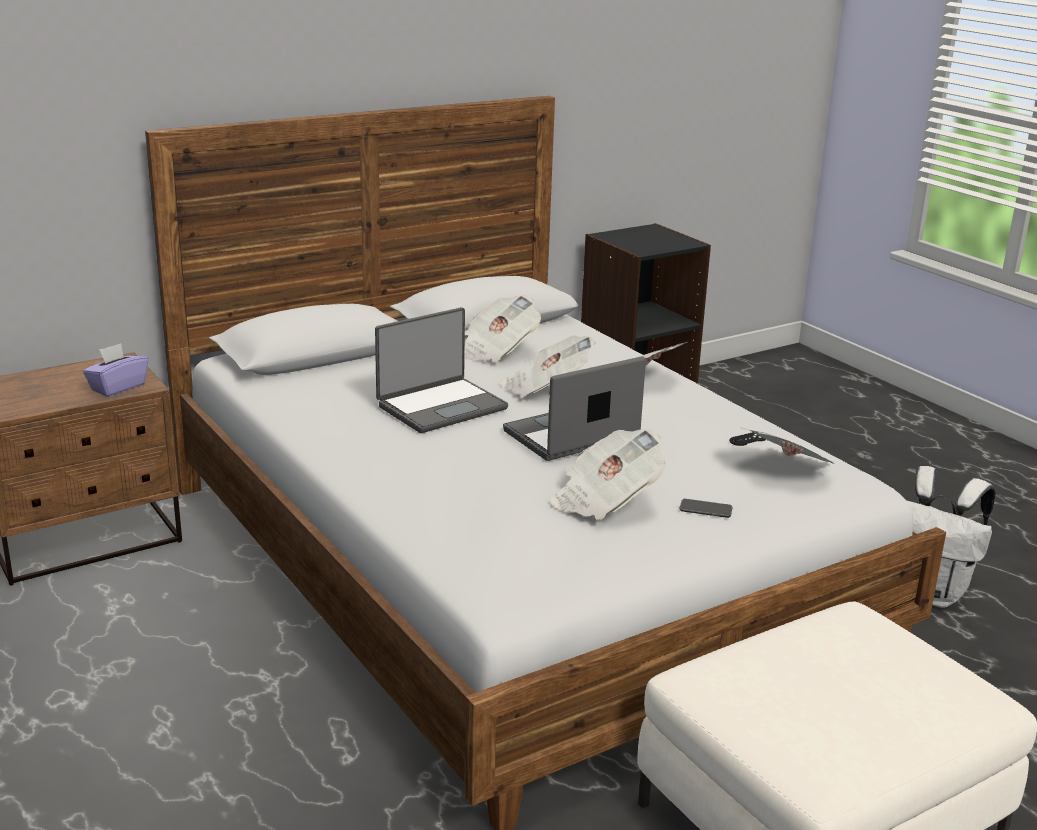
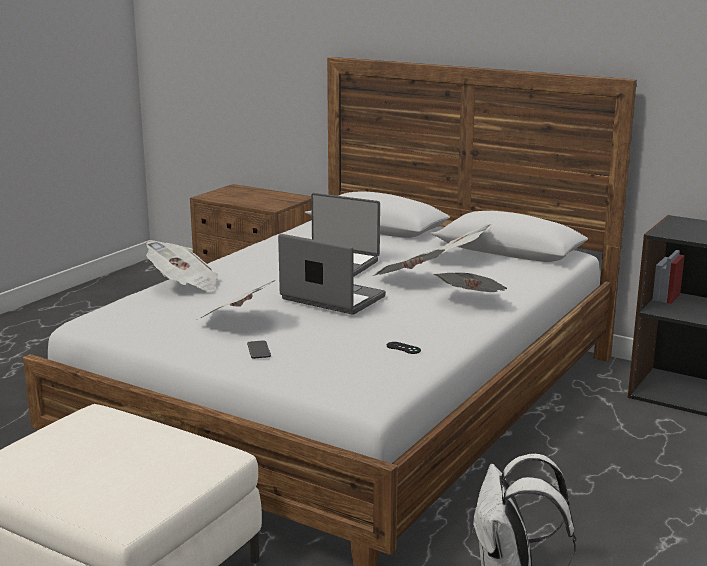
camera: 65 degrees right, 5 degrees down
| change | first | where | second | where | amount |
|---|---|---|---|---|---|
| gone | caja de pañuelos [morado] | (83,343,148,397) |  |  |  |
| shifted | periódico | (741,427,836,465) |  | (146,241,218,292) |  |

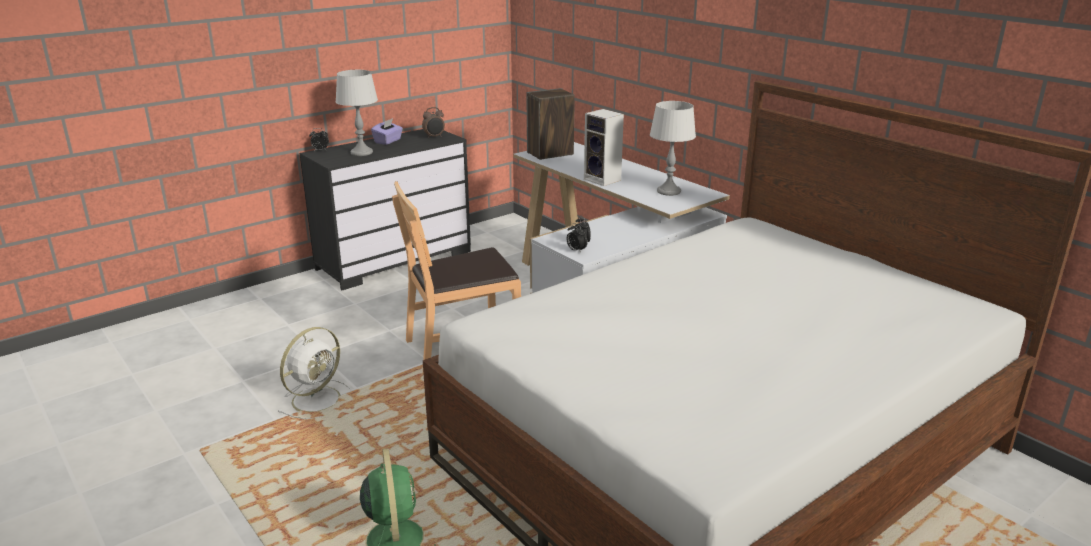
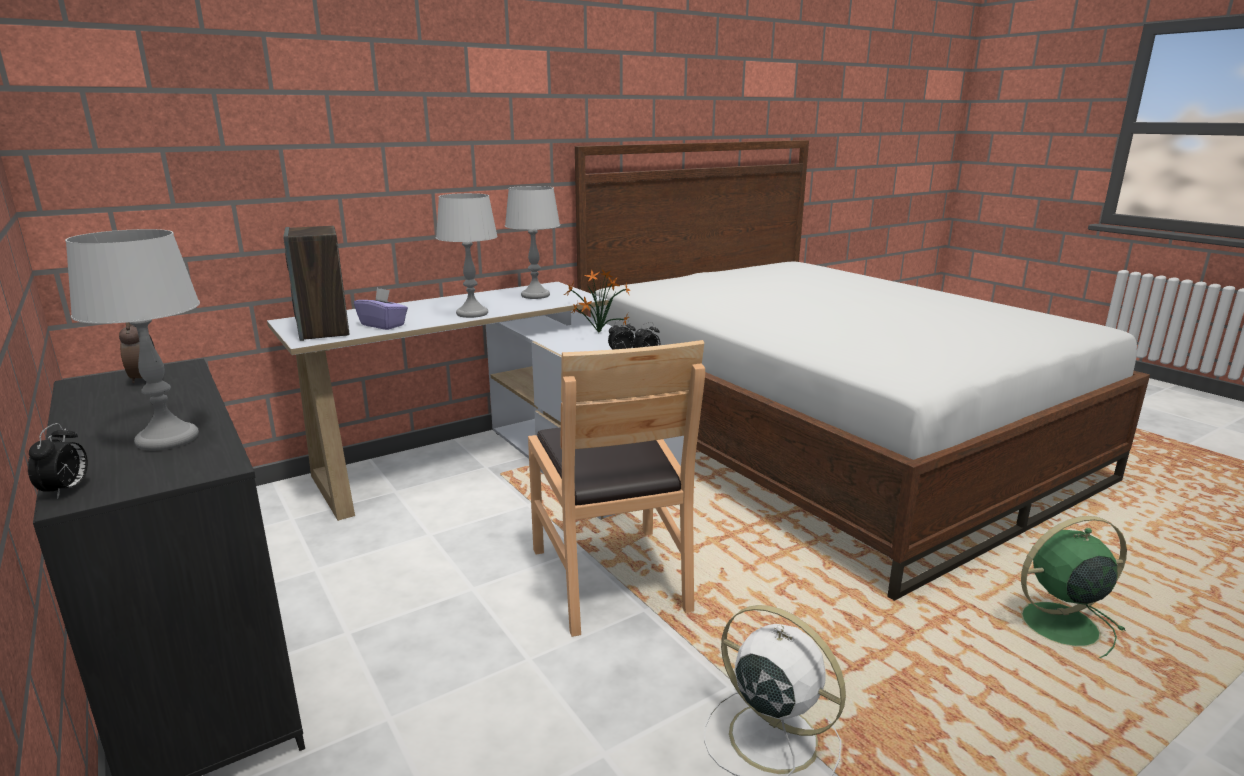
camera: 85 degrees left, 5 degrees down
| change | first | where | second | where | amount |
|---|---|---|---|---|---|
| new |  |  | planta en maceta | (564,269,631,333) |  |
| shifted | caja de pañuelos [morado] | (371,118,403,145) |  | (354,288,408,330) |  |
| swapped | altavoz | (584,109,624,186) | lámpara de mesa [gris] | (436,193,498,318) |  |

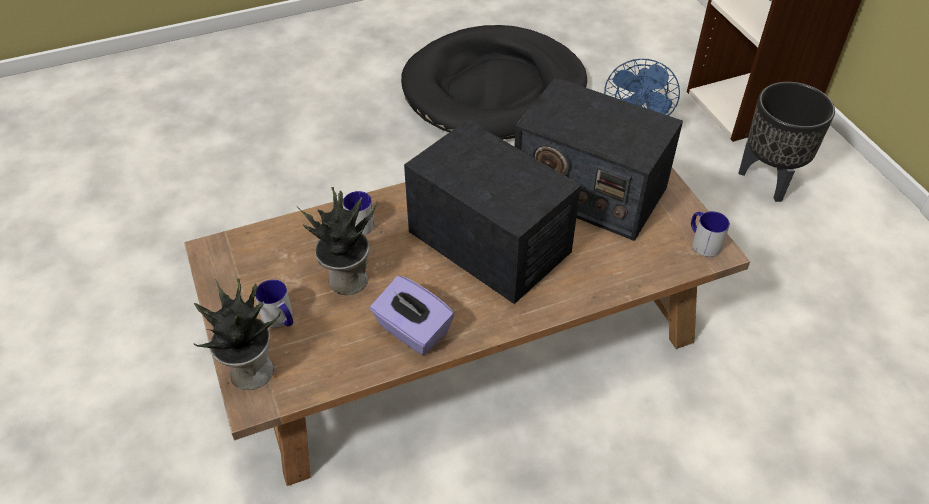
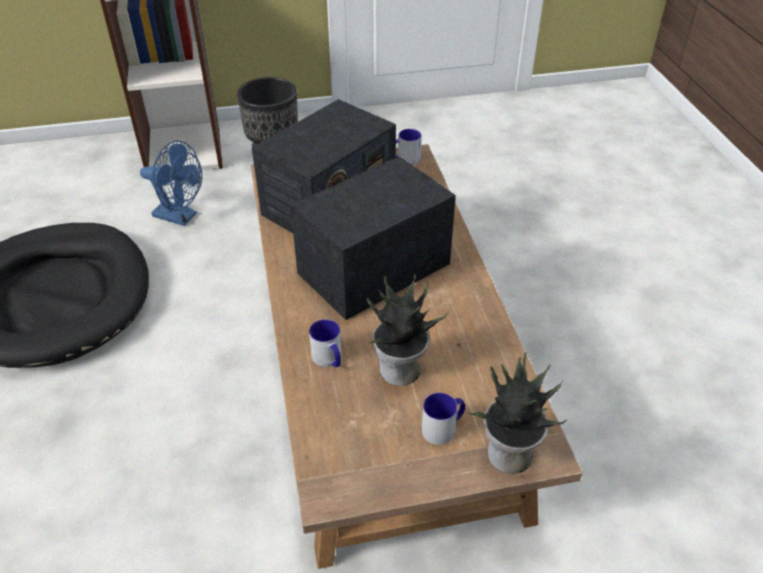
camera: 80 degrees left, 5 degrees down
| change | first | where | second | where | amount |
|---|---|---|---|---|---|
| gone | caja de pañuelos [morado] | (370,276,454,355) |  |  |  |

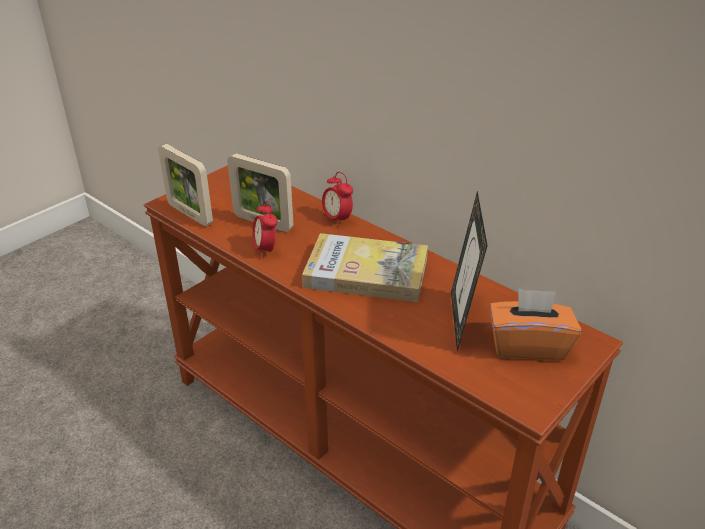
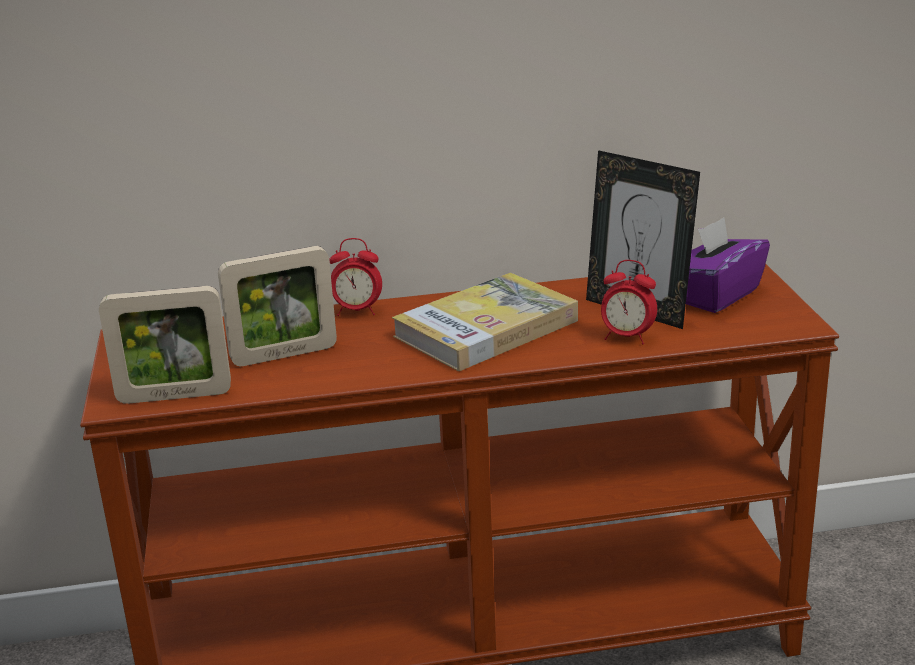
camera: 50 degrees left, 10 degrees down
| change | first | where | second | where | amount |
|---|---|---|---|---|---|
| shifted | despertador | (253,201,278,258) |  | (601,260,657,344) |  |
| repainted | caja de pañuelos [naranja] | (489,288,581,361) | caja de pañuelos [morado] | (686,218,770,313) |  |

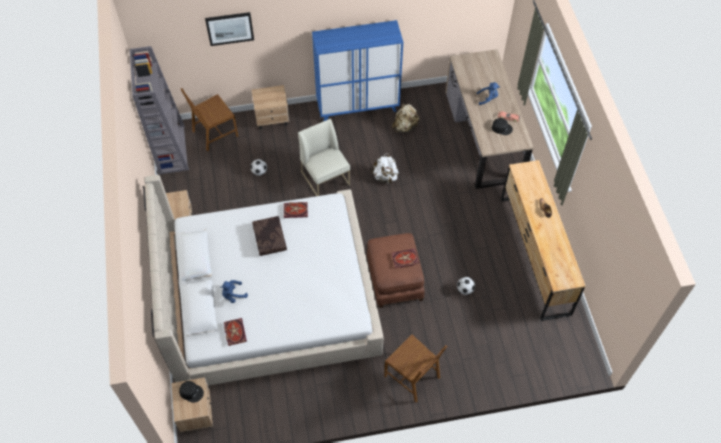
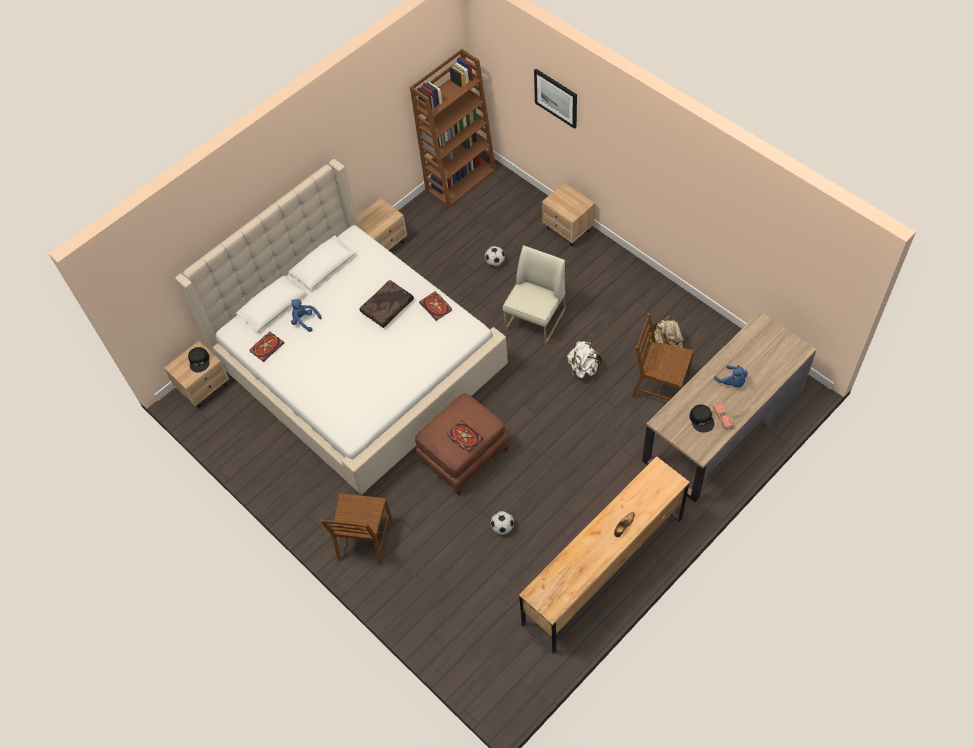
camera: 60 degrees right, 0 degrees up
| change | first | where | second | where | amount |
|---|---|---|---|---|---|
| gone | armario [azul] | (312,20,403,121) |  |  |  |
| shifted | silla [marrón] | (181,88,238,152) |  | (632,313,694,401) |  |
| repainted | estantería [gris] | (129,46,189,174) | estantería [marrón] | (410,49,496,208) |  |

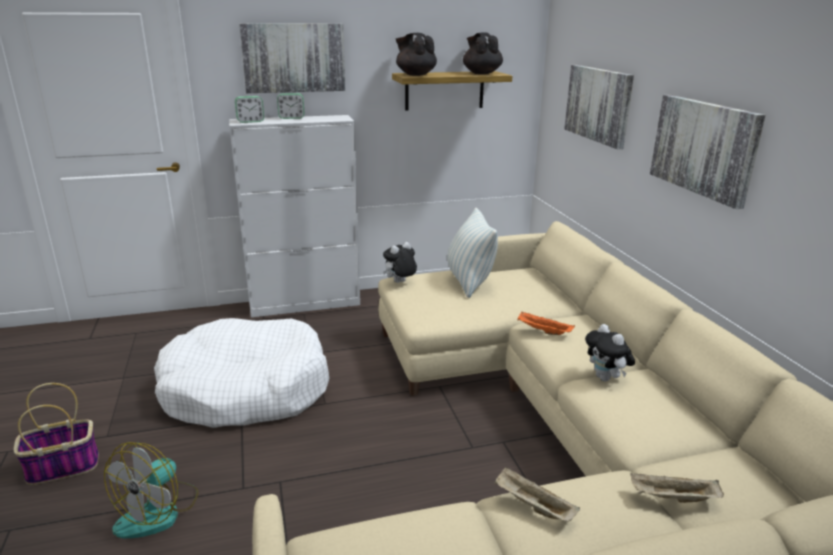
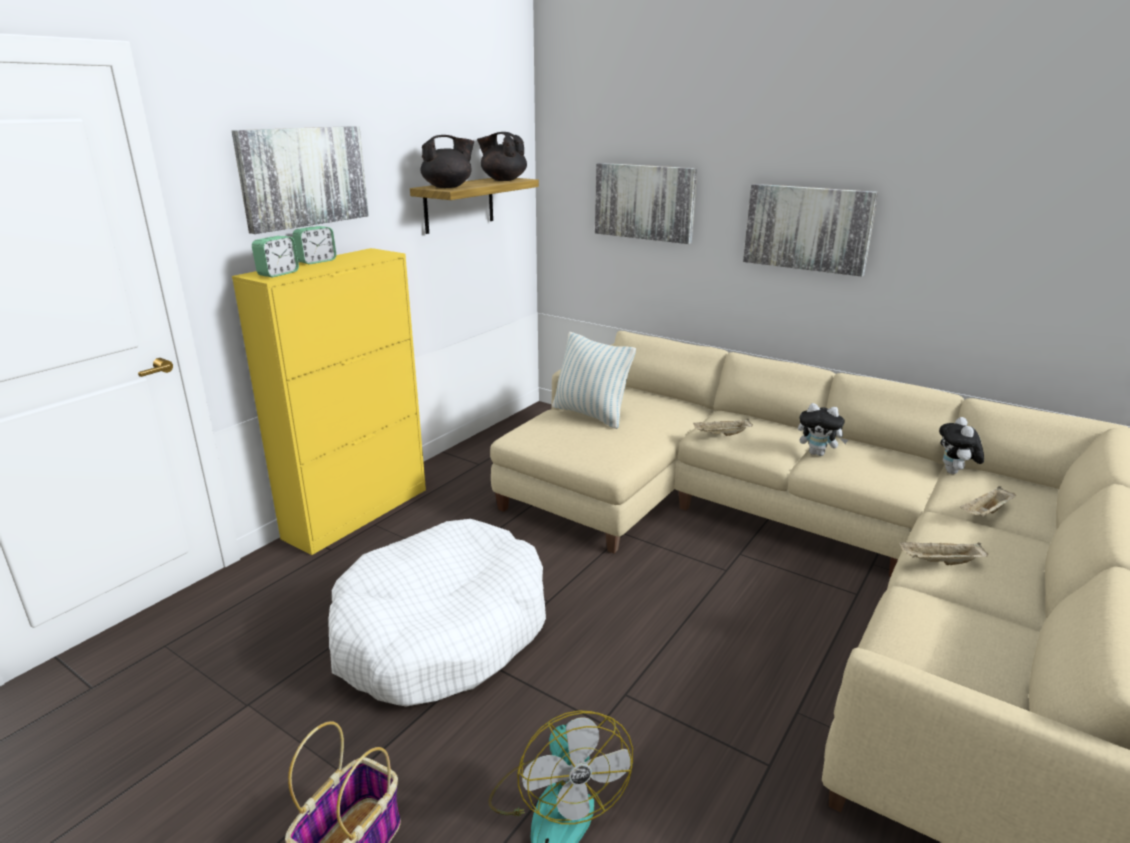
camera: 40 degrees left, 0 degrees up
| change | first | where | second | where | amount |
|---|---|---|---|---|---|
| shifted | peluche | (383,242,417,283) |  | (939,417,984,474) |  |
| repainted | armario [blanco] | (229,115,360,317) | armario [amarillo] | (232,248,426,555) |  |
| repainted | bandeja [naranja] | (517,312,575,335) | bandeja [beis] | (693,419,753,436) |  |
| rotated | tetera [negro] | (396,33,437,76) |  | (421,135,474,188) | 150 degrees clockwise |

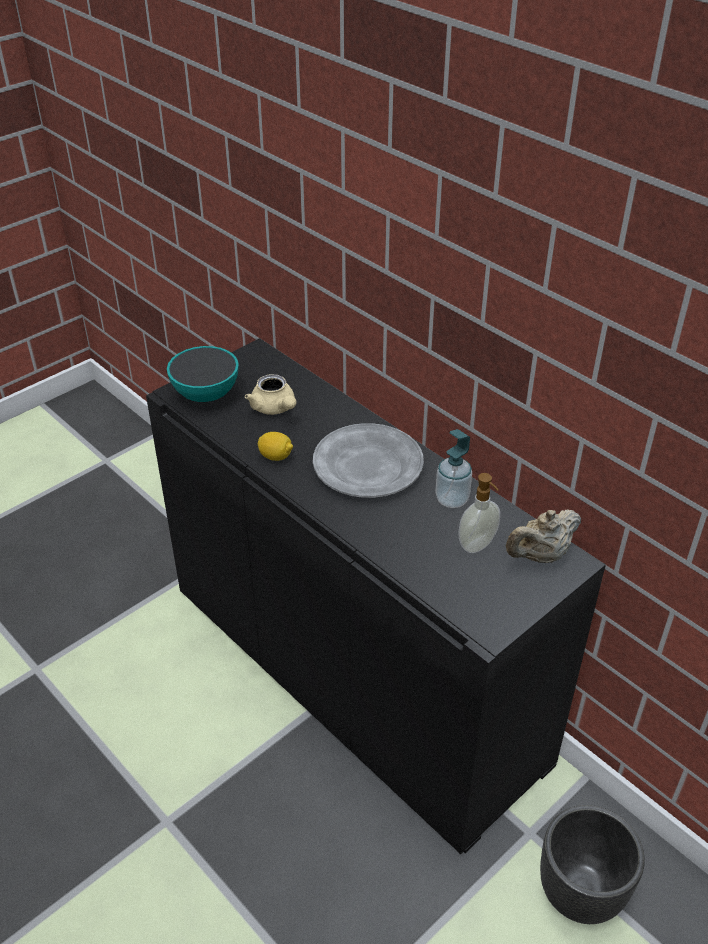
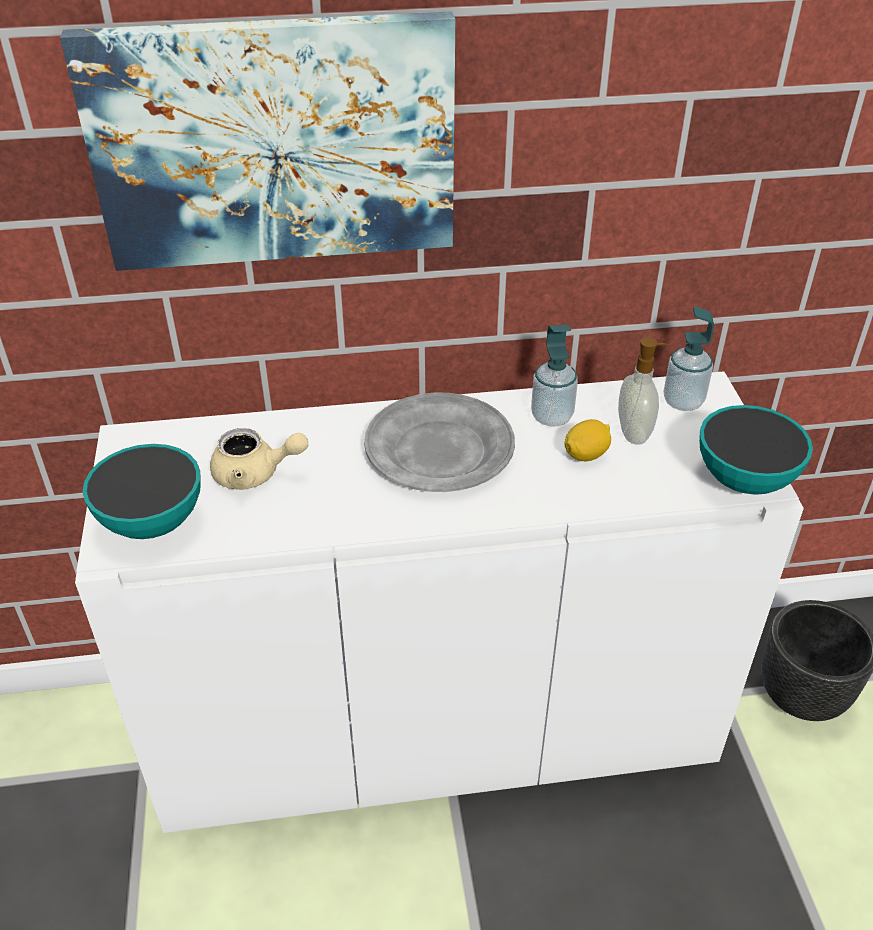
camera: 55 degrees left, 0 degrees up
| change | first | where | second | where | amount |
|---|---|---|---|---|---|
| new |  |  | cuadro | (60,11,455,271) |  |
| new |  |  | cuenco | (699,405,813,495) |  |
| shifted | limón | (258,432,293,461) |  | (564,419,611,461) |  |
| swapped | tetera [beis] | (506,509,581,563) | dispensador de jabón | (664,307,714,411) |  |
| repainted | armario [negro] | (146,338,606,854) | armario [blanco] | (75,371,804,833) |  |

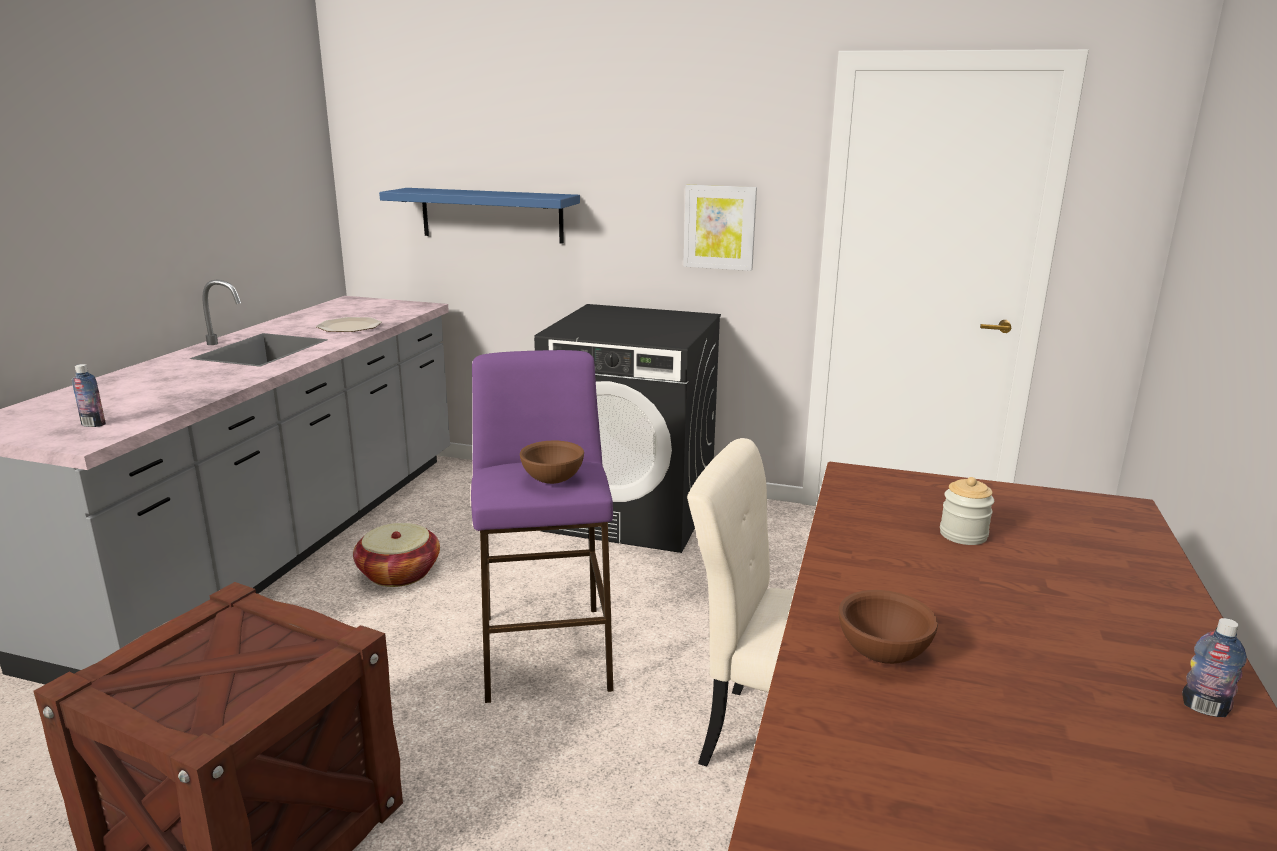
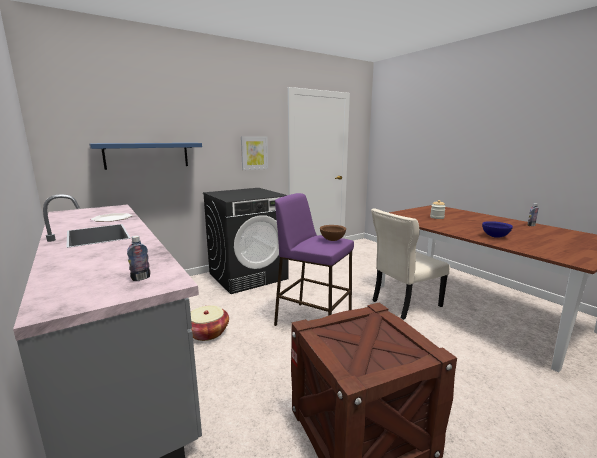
camera: 50 degrees left, 5 degrees down
| change | first | where | second | where | amount |
|---|---|---|---|---|---|
| repainted | cuenco [marrón] | (838,590,938,664) | cuenco [azul] | (482,221,513,238) |  |

